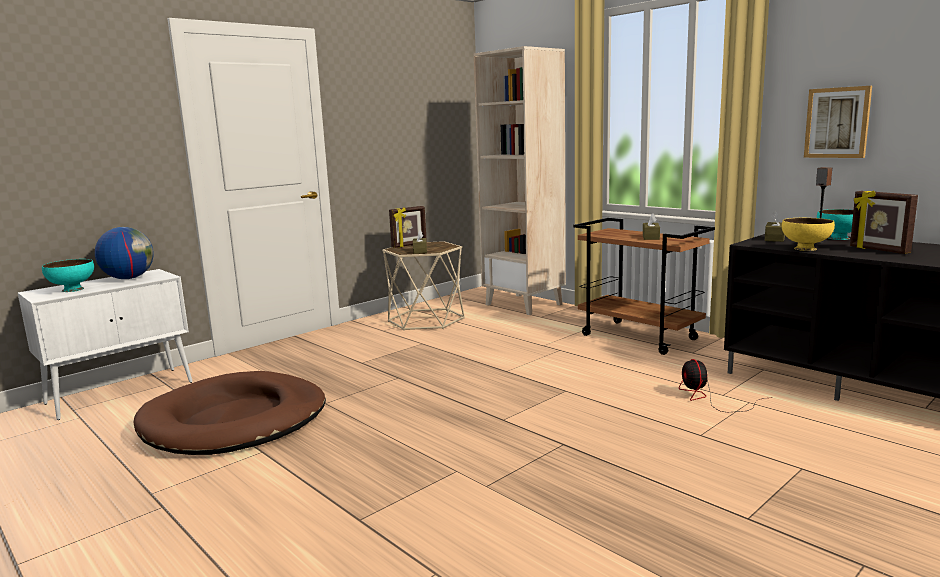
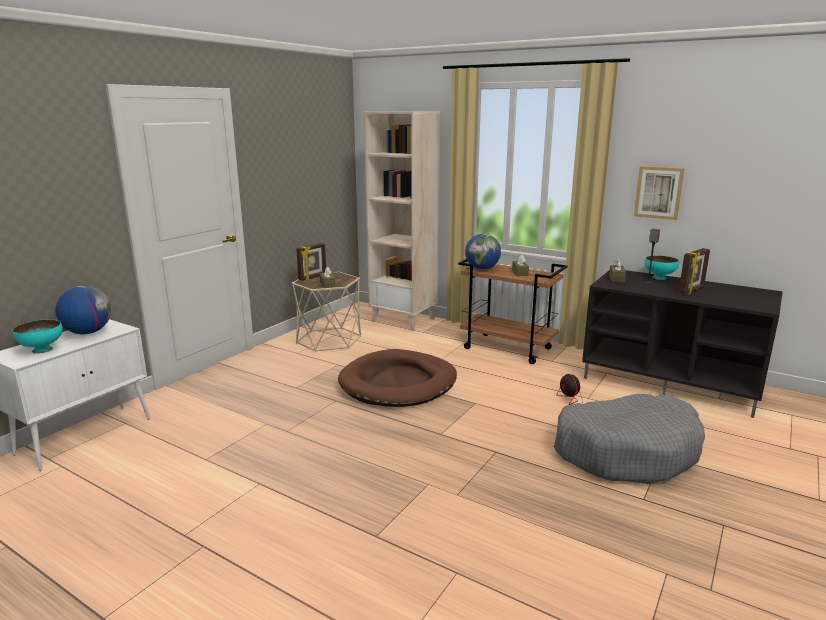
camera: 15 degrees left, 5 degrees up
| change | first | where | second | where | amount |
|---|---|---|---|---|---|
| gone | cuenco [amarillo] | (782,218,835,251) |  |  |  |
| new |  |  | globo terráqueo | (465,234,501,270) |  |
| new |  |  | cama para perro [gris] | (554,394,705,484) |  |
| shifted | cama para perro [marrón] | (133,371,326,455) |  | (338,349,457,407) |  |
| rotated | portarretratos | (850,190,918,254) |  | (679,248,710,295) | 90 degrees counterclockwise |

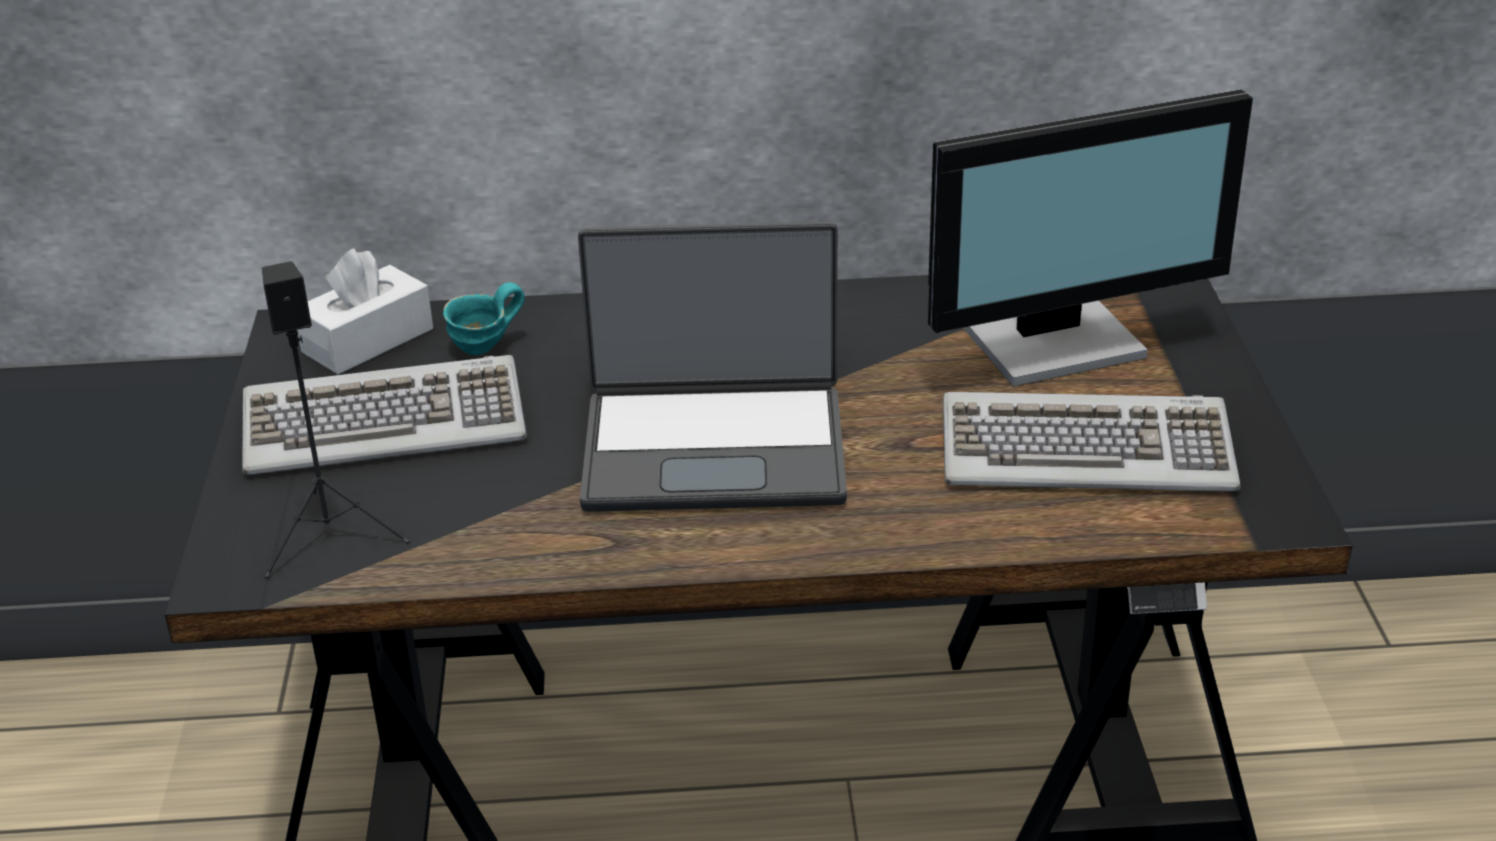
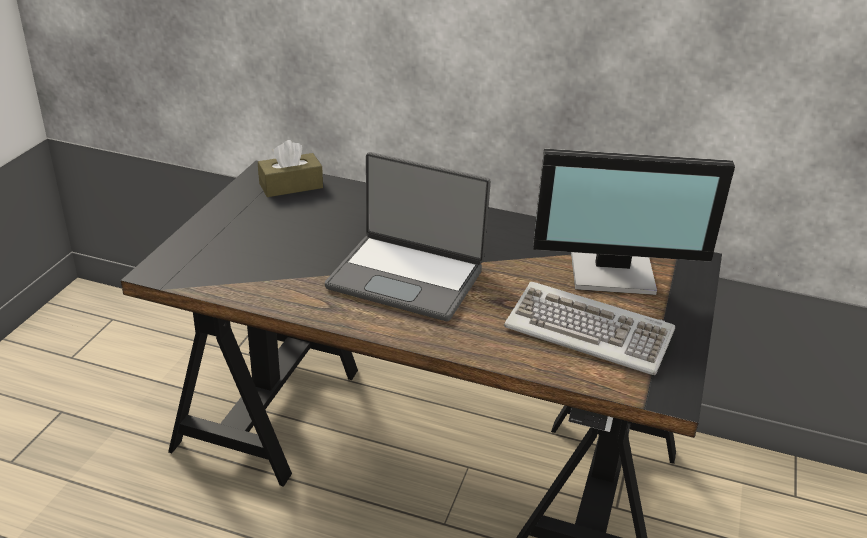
camera: 20 degrees right, 0 degrees up
| change | first | where | second | where | amount |
|---|---|---|---|---|---|
| gone | teclado | (242,355,527,475) |  |  |  |
| gone | altavoz [negro] | (262,261,410,579) |  |  |  |
| gone | taza grande [turquesa] | (443,282,525,355) |  |  |  |
| repainted | caja de pañuelos [blanco] | (298,248,433,374) | caja de pañuelos [marrón] | (258,140,323,197) |  |

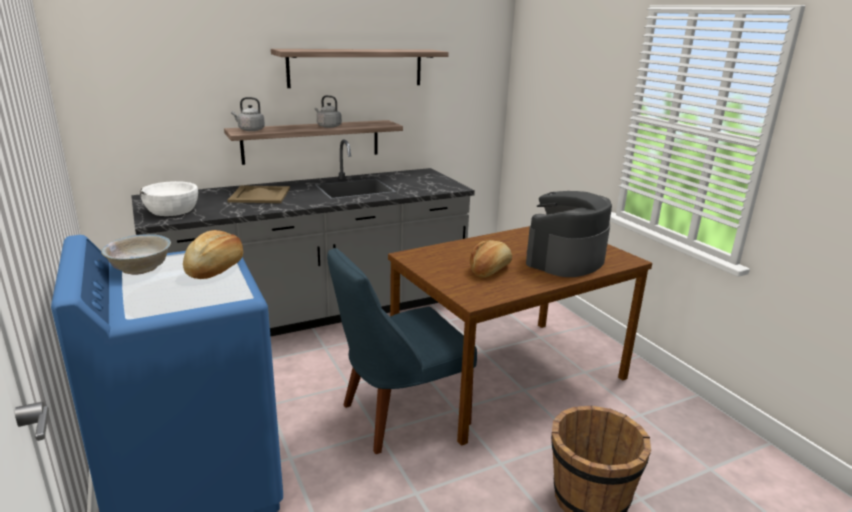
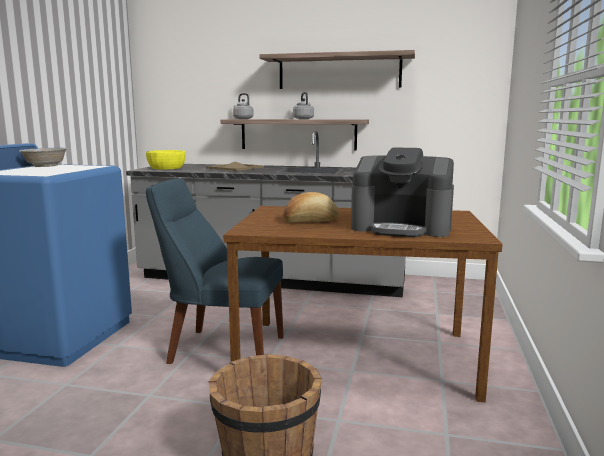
camera: 40 degrees right, 10 degrees down
| change | first | where | second | where | amount |
|---|---|---|---|---|---|
| gone | pan | (183,230,243,279) |  |  |  |
| repainted | cuenco [blanco] | (140,181,198,216) | cuenco [amarillo] | (146,150,186,169) |  |
| rotated | cafetera | (526,191,612,277) |  | (351,147,454,237) | 150 degrees counterclockwise |

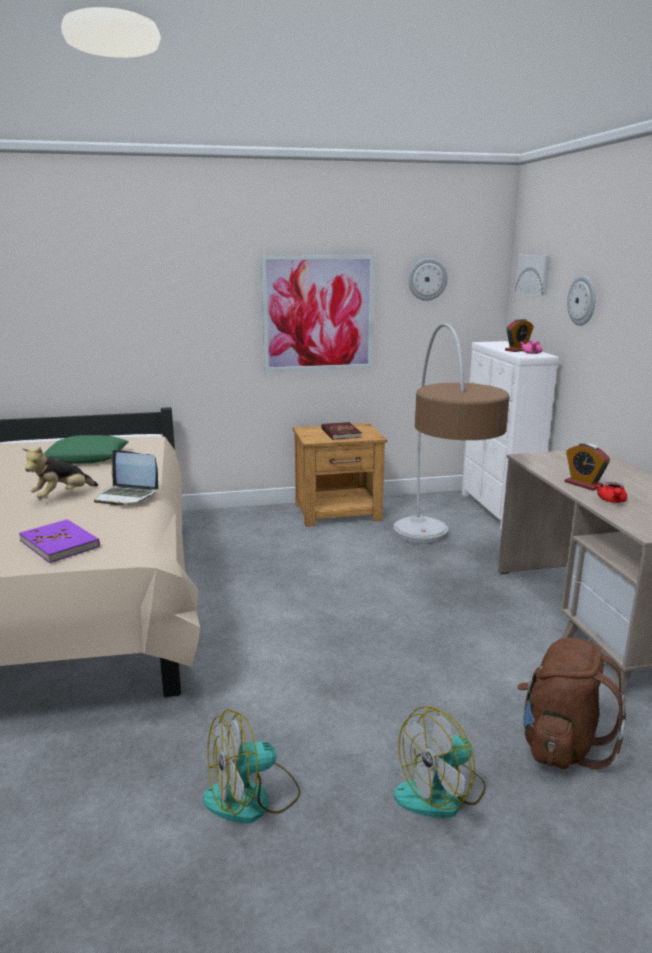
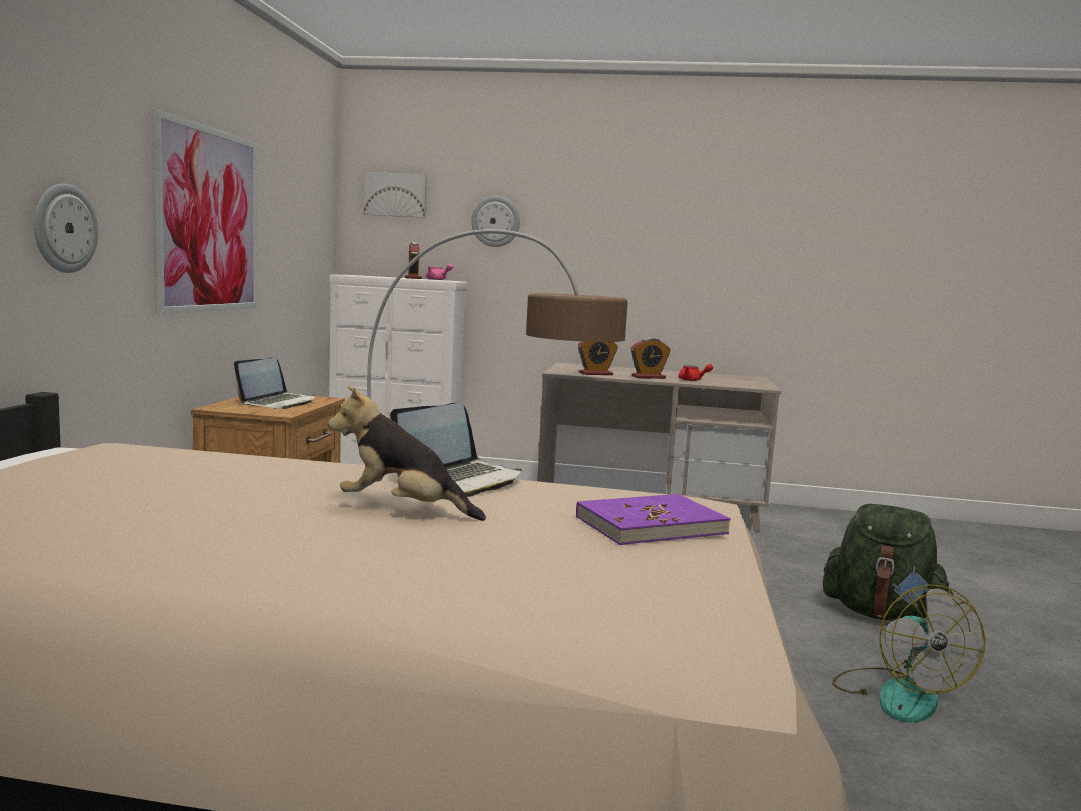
camera: 70 degrees left, 10 degrees down
| change | first | where | second | where | amount |
|---|---|---|---|---|---|
| gone | cojín [verde] | (44,435,129,464) |  |  |  |
| gone | mochila [marrón] | (517,638,626,769) |  |  |  |
| new |  |  | despertador | (578,341,618,375) |  |
| shifted | reloj de pared | (408,258,447,301) |  | (34,183,98,273) |  |
| swapped | libro [rojo] | (321,422,362,440) | portátil | (234,358,316,409) |  |
| swapped | ventilador | (394,706,486,818) | mochila [verde] | (823,504,953,620) |  |
| rotated | peluche | (22,447,98,498) |  | (328,386,486,521) | 135 degrees clockwise |

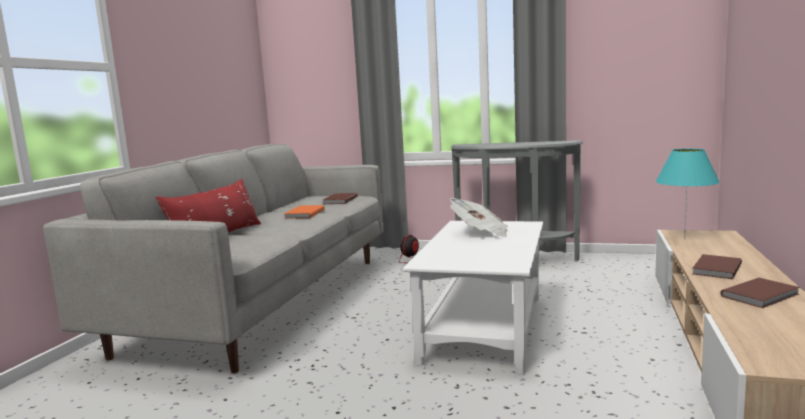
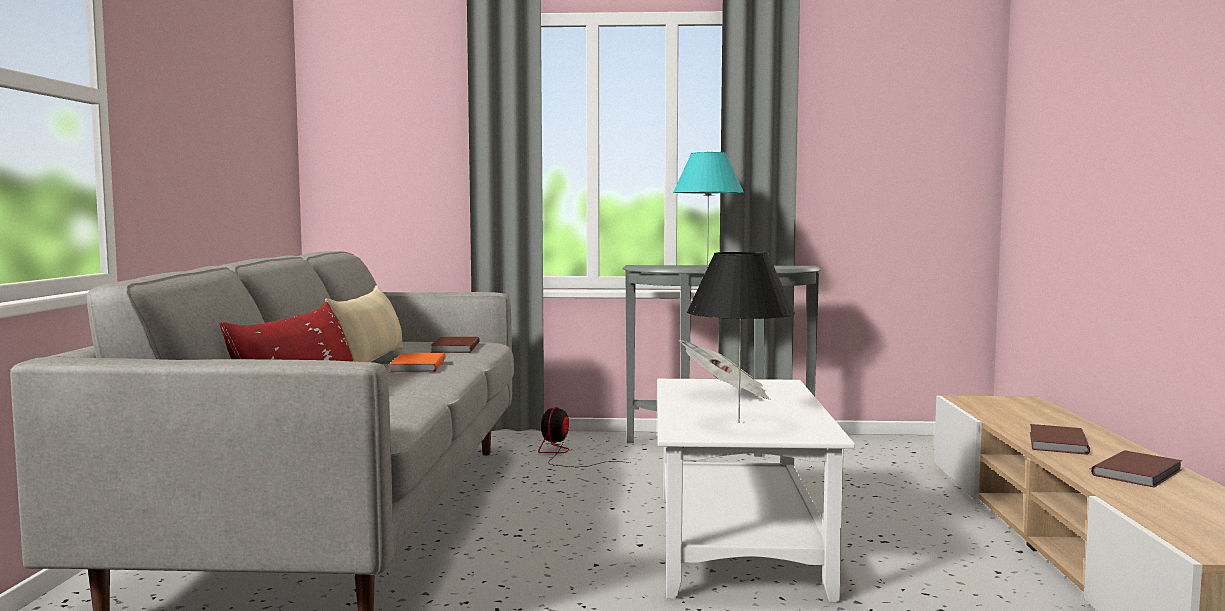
camera: 15 degrees left, 5 degrees down
| change | first | where | second | where | amount |
|---|---|---|---|---|---|
| new |  |  | cojín [beis] | (325,285,403,362) |  |
| new |  |  | lámpara de mesa [negro] | (687,252,795,423) |  |
| shifted | lámpara de mesa [turquesa] | (655,148,720,240) |  | (673,152,744,267) |  |

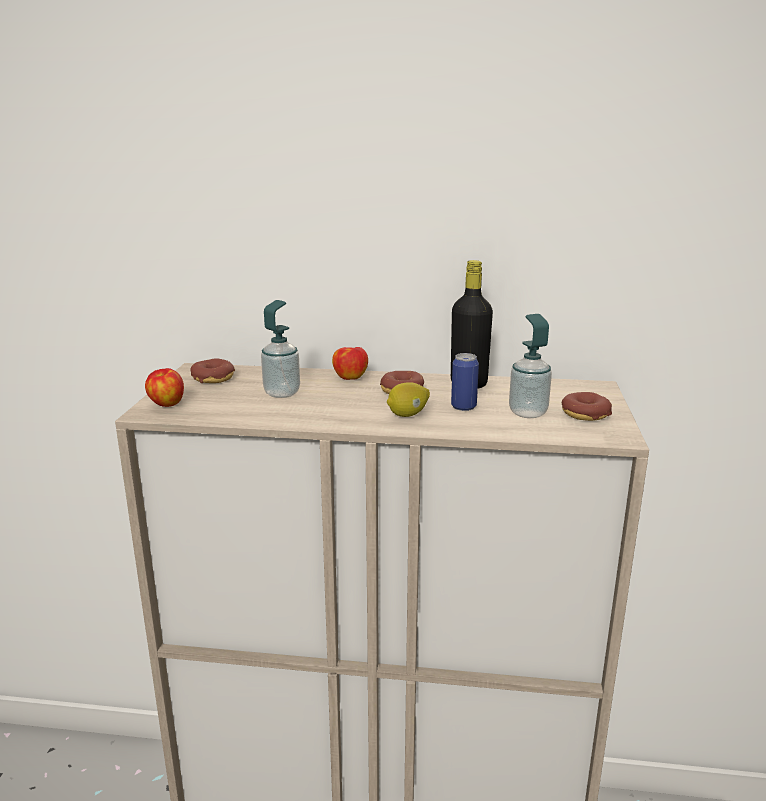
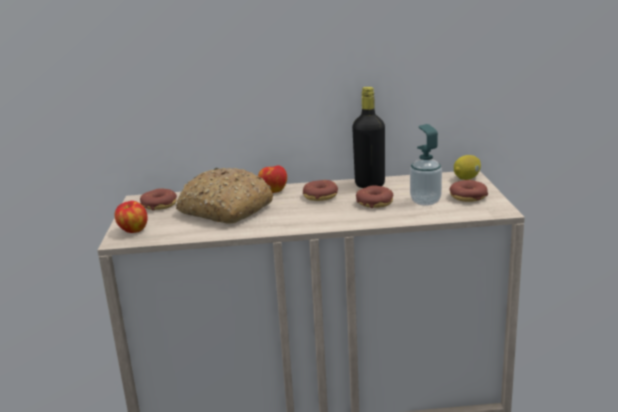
camera: 10 degrees left, 0 degrees up
| change | first | where | second | where | amount |
|---|---|---|---|---|---|
| shifted | limón | (387,382,430,417) |  | (454,155,481,180) |  |
| swapped | dispensador de jabón | (261,300,300,398) | pan | (176,168,274,224) |  |
| swapped | lata | (451,353,479,411) | rosquilla | (356,185,393,208) |  |

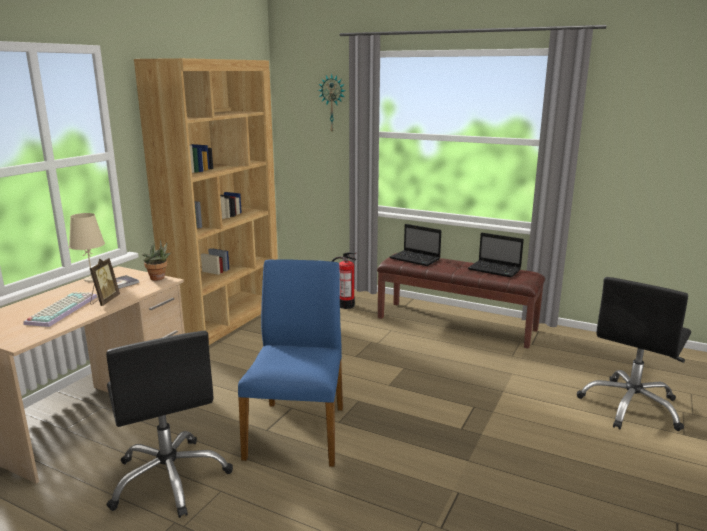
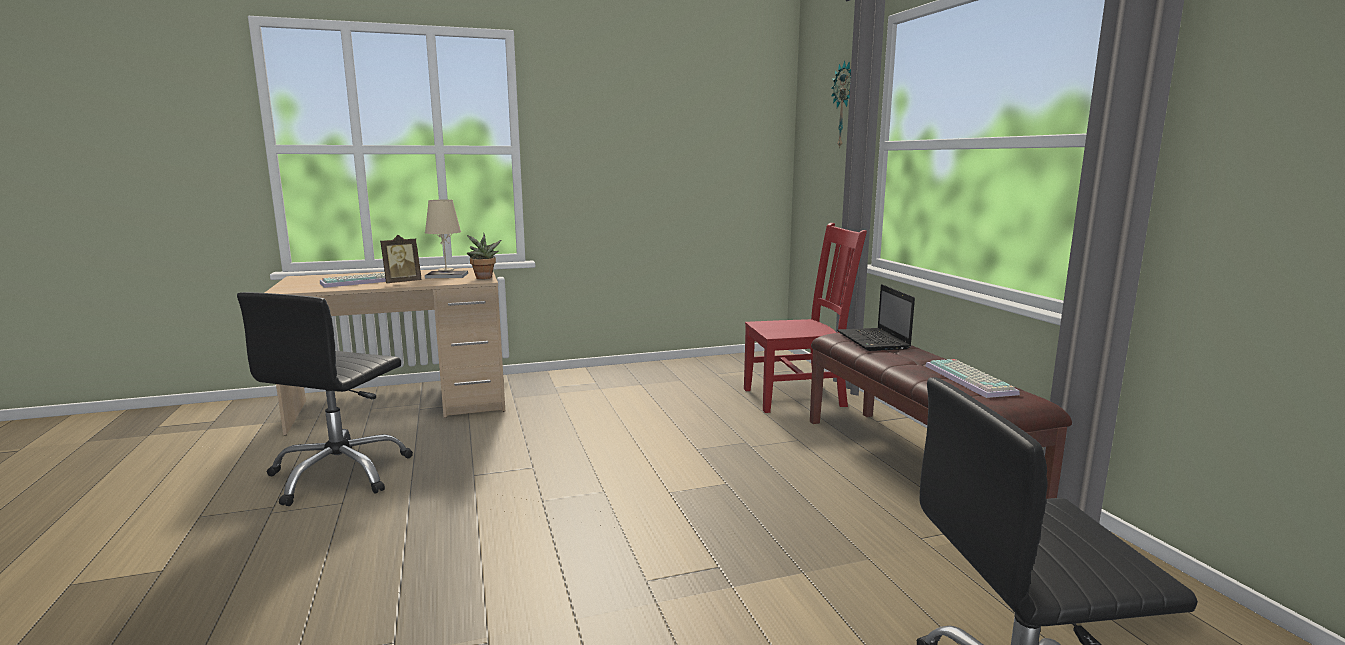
camera: 45 degrees right, 5 degrees down
| change | first | where | second | where | amount |
|---|---|---|---|---|---|
| gone | estantería [marrón] | (134,58,278,345) |  |  |  |
| gone | silla [azul] | (238,259,343,467) |  |  |  |
| swapped | extintor | (331,252,357,309) | silla [rojo] | (744,223,867,413) |  |
| swapped | portátil | (468,232,524,278) | teclado | (925,359,1020,398) |  |

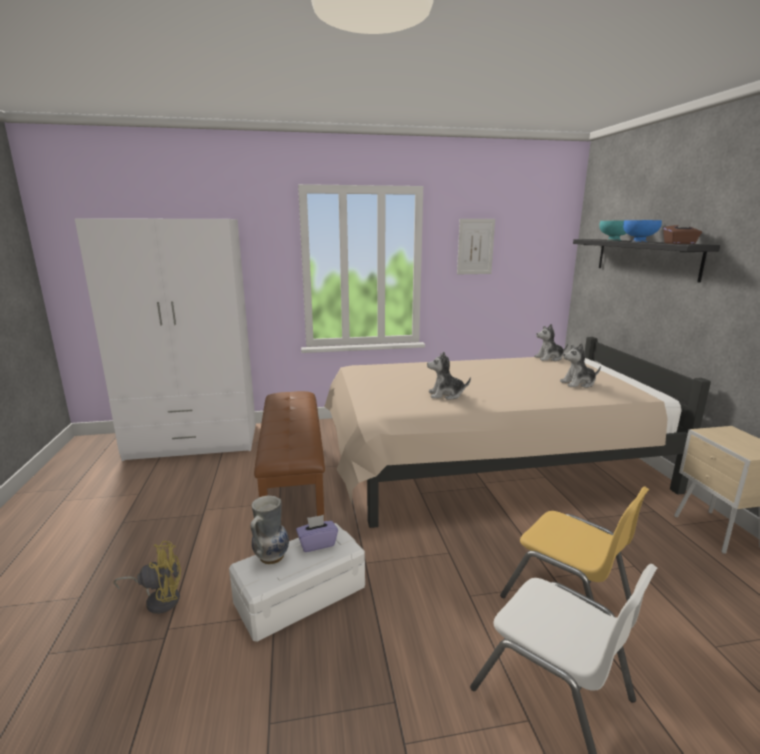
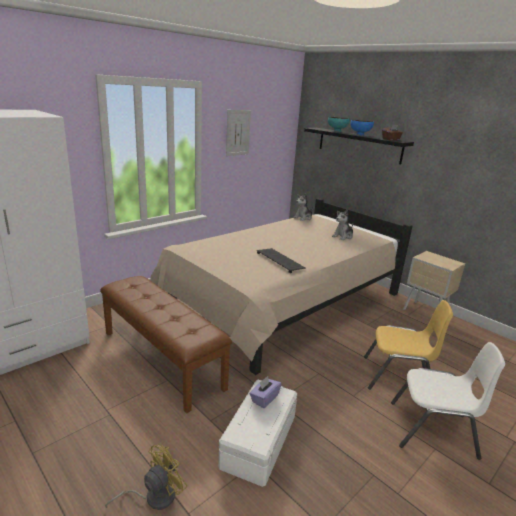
camera: 35 degrees left, 5 degrees up
| change | first | where | second | where | amount |
|---|---|---|---|---|---|
| gone | florero | (250,495,289,564) |  |  |  |
| swapped | peluche | (427,352,471,400) | teclado | (257,248,305,273) |  |

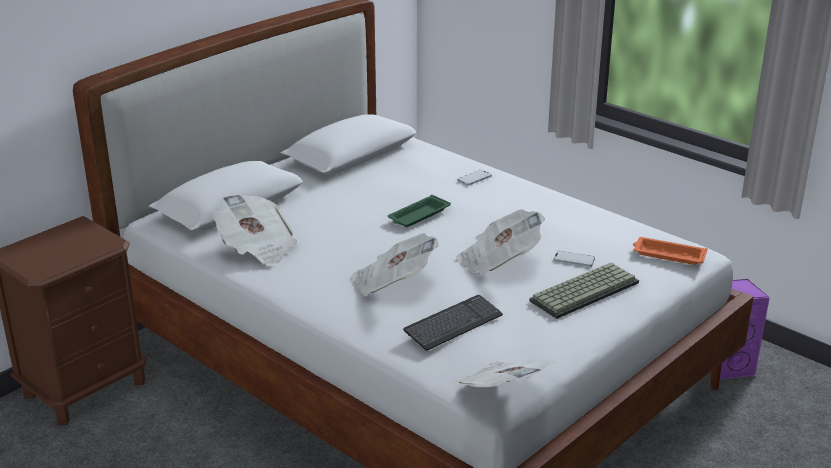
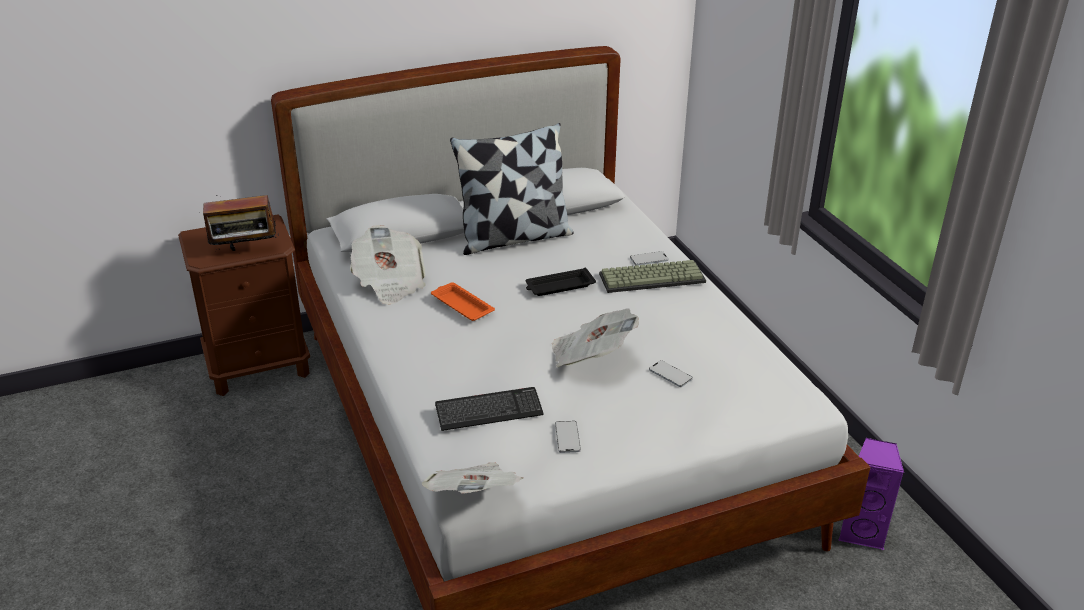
camera: 25 degrees right, 5 degrees up
| change | first | where | second | where | amount |
|---|---|---|---|---|---|
| gone | periódico | (351,233,438,297) |  |  |  |
| new |  |  | radio | (203,195,279,255) |  |
| new |  |  | cojín | (450,123,574,255) |  |
| new |  |  | móvil | (555,421,581,453) |  |
| shifted | teclado | (529,263,639,319) |  | (599,260,706,293) |  |
| shifted | bandeja [naranja] | (633,237,708,265) |  | (431,282,495,321) |  |
| repainted | bandeja [verde] | (388,195,451,227) | bandeja [negro] | (526,268,596,296) |  |

